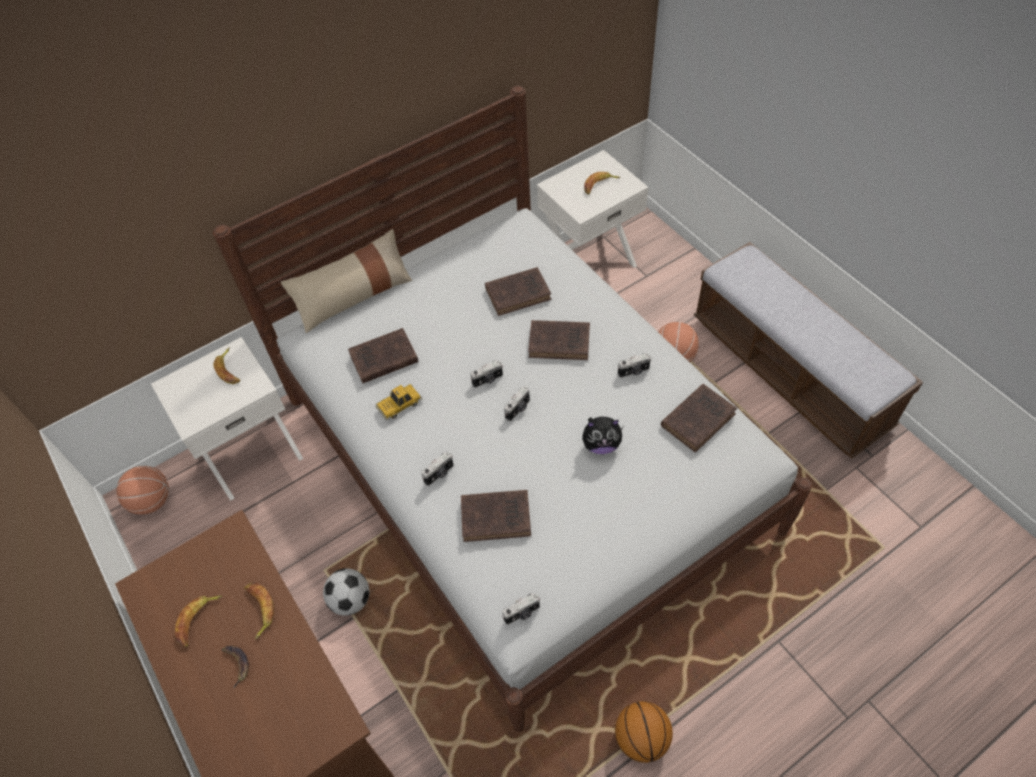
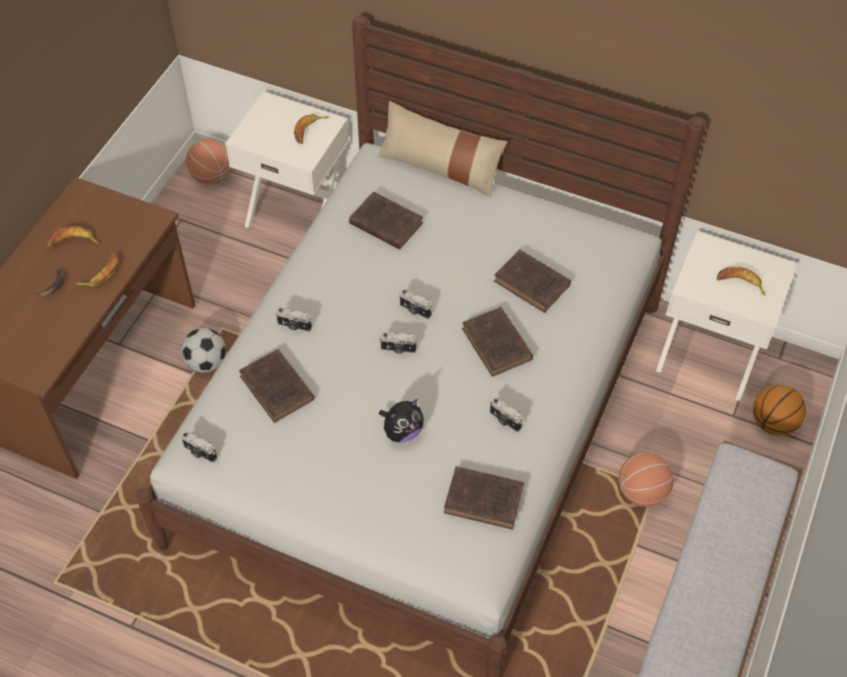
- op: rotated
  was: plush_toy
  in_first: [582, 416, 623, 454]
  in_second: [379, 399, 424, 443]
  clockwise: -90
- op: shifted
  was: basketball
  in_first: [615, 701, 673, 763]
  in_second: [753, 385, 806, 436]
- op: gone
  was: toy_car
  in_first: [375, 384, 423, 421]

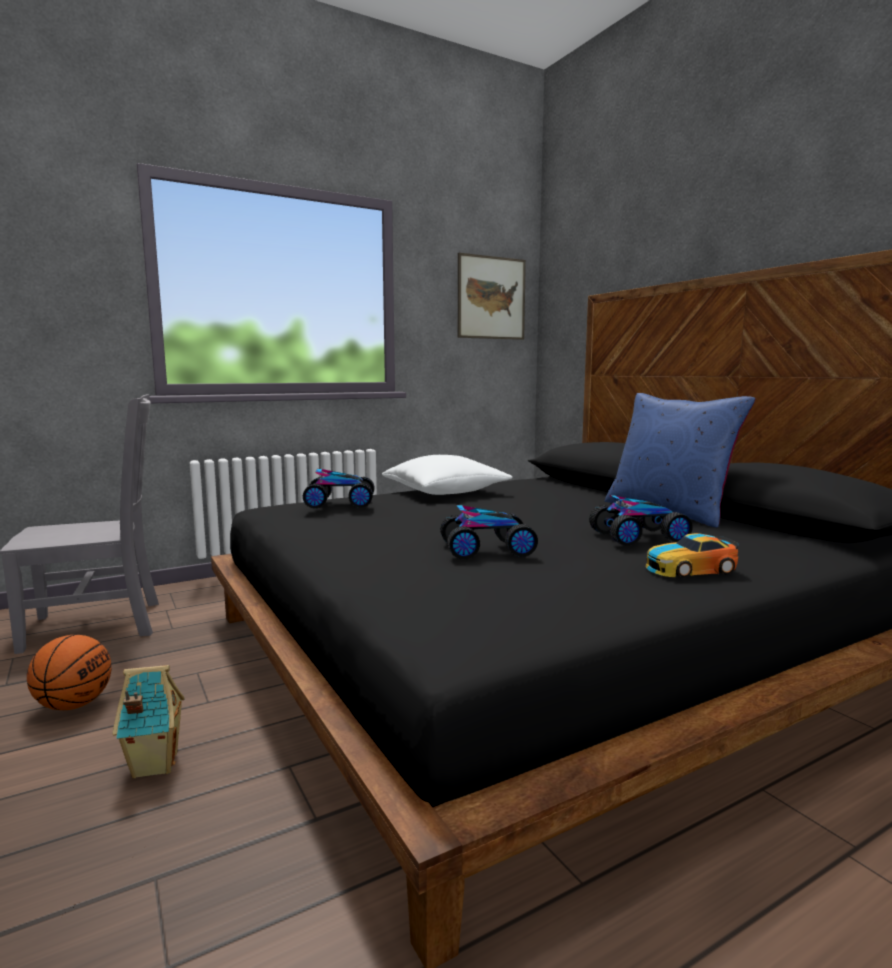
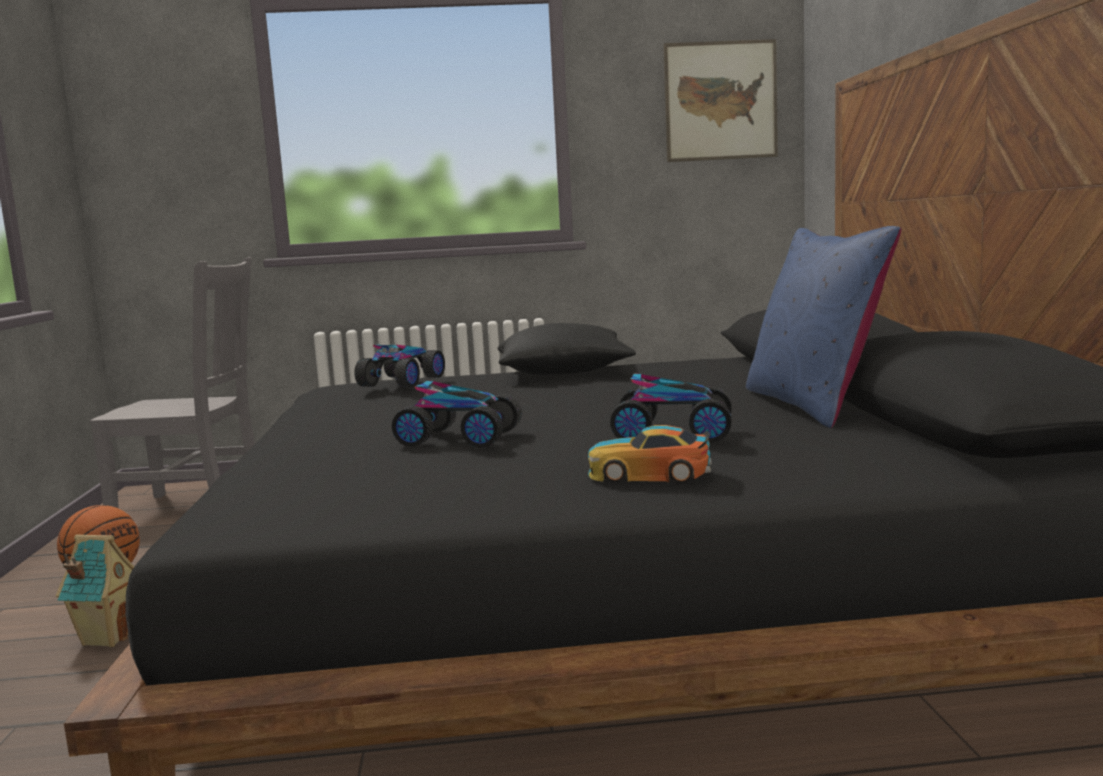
- op: rotated
  was: toy_car
  in_first: [303, 468, 375, 508]
  in_second: [354, 344, 445, 388]
  clockwise: -90
- op: repainted
  was: white_pillow
  now: black_pillow
  in_first: [382, 455, 513, 495]
  in_second: [497, 323, 636, 375]

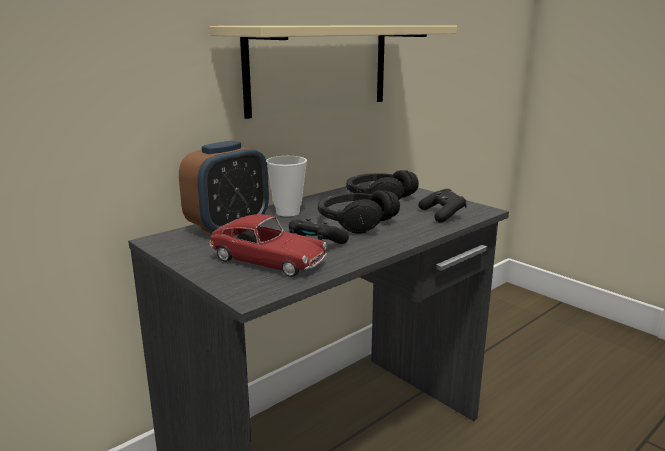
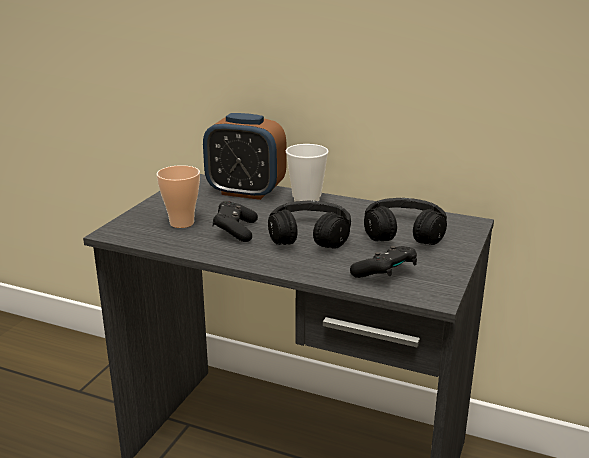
- op: swapped
  was: toy_car
  now: cup
  in_first: [209, 214, 327, 277]
  in_second: [156, 165, 200, 228]
- op: gone
  was: beige_shelf
  in_first: [210, 25, 457, 119]

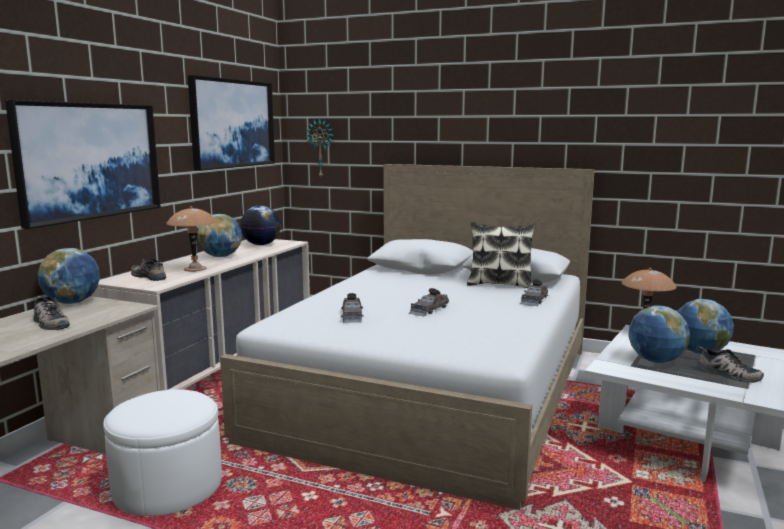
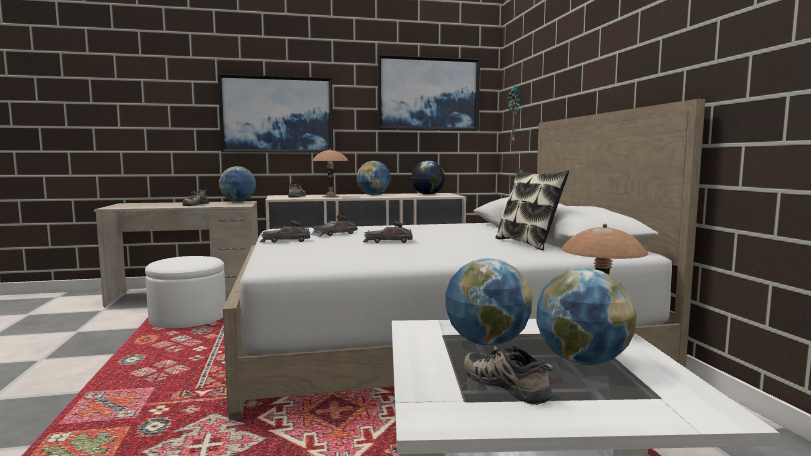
- op: shifted
  was: grey_toy_car
  in_first: [521, 280, 549, 306]
  in_second: [260, 220, 310, 243]
- op: rotated
  was: shoe
  in_first: [697, 346, 764, 383]
  in_second: [464, 345, 554, 405]
  clockwise: 135

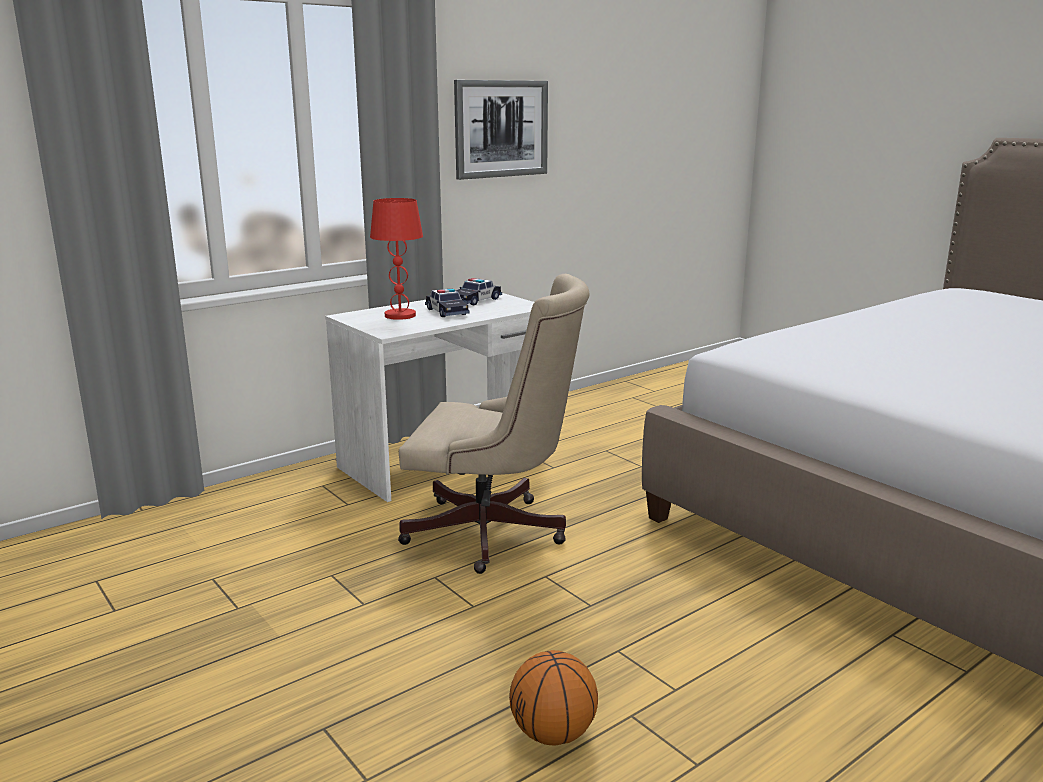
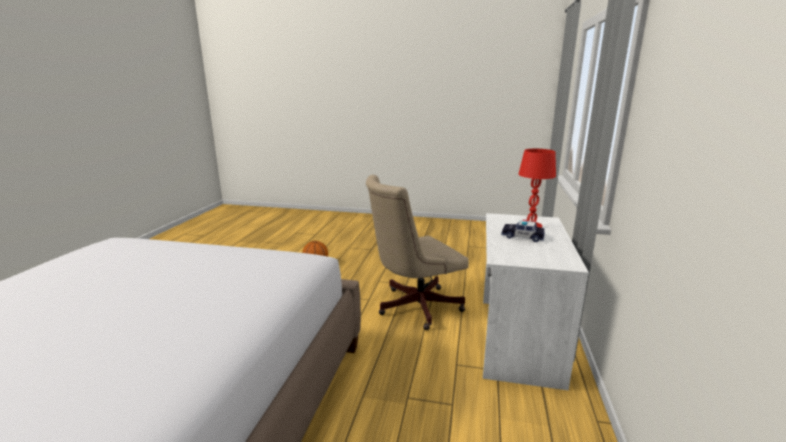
- op: gone
  was: picture
  in_first: [454, 80, 548, 180]
- op: gone
  was: toy_car
  in_first: [456, 278, 502, 305]

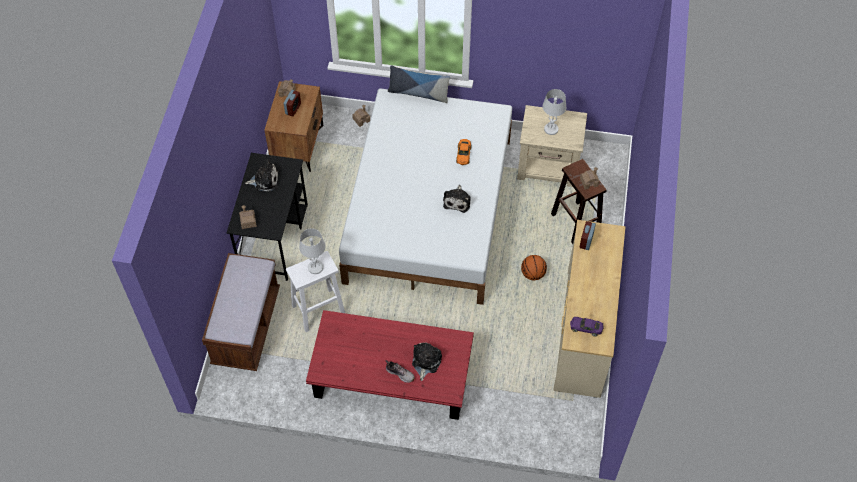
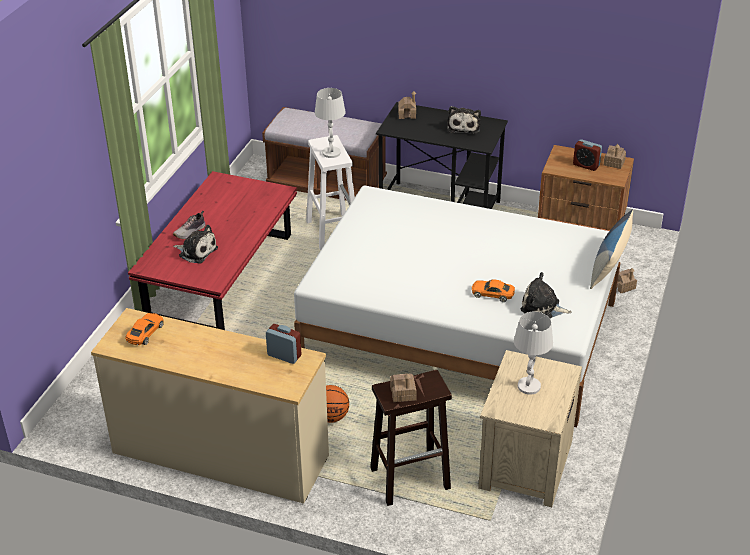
- op: repainted
  was: purple_toy_car
  now: orange_toy_car
  in_first: [570, 317, 603, 337]
  in_second: [125, 313, 164, 345]
- op: shifted
  was: plush_toy
  in_first: [443, 185, 471, 213]
  in_second: [521, 272, 572, 318]

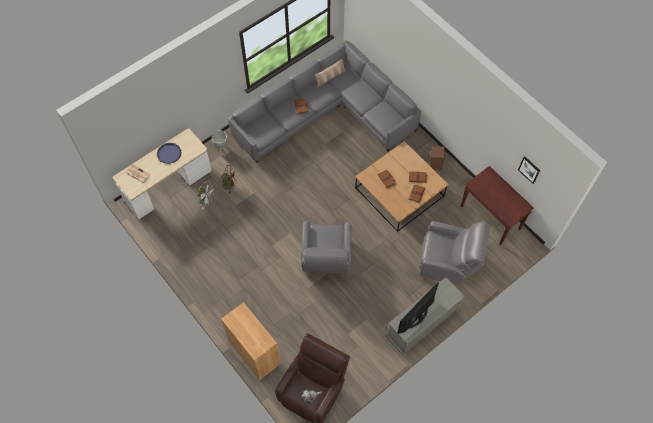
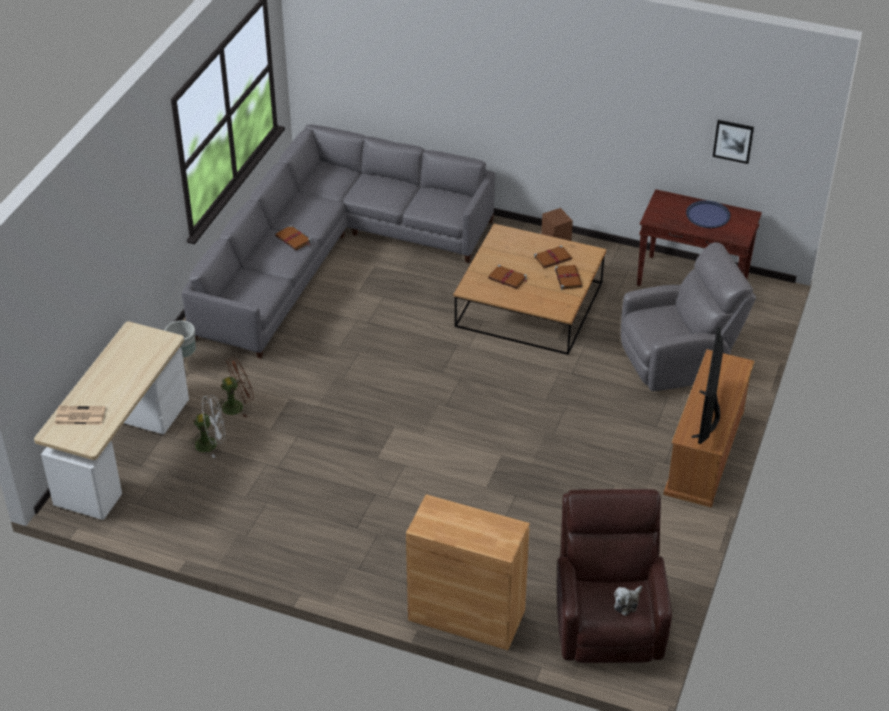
- op: repainted
  was: grey_tv_stand
  now: brown_tv_stand
  in_first: [385, 277, 465, 356]
  in_second: [663, 349, 755, 508]
- op: shifted
  was: blue_tray
  in_first: [157, 143, 181, 164]
  in_second: [686, 200, 730, 228]
- op: gone
  was: grey_armchair
  in_first: [301, 221, 352, 273]
- op: gone
  was: pillow
  in_first: [315, 59, 346, 88]

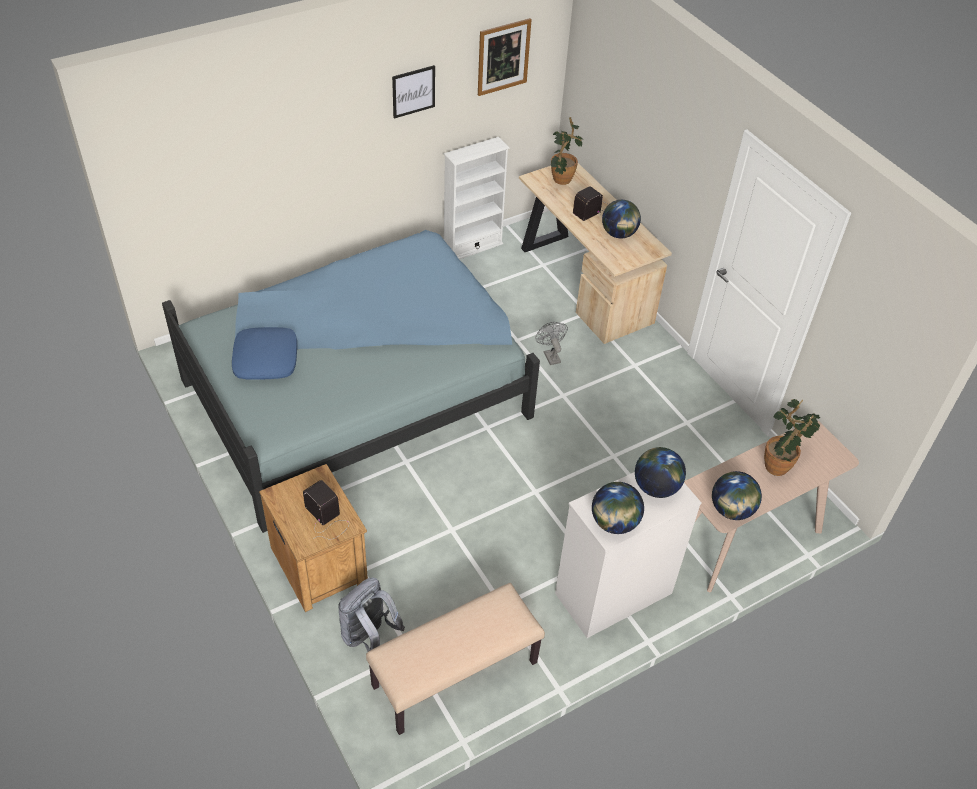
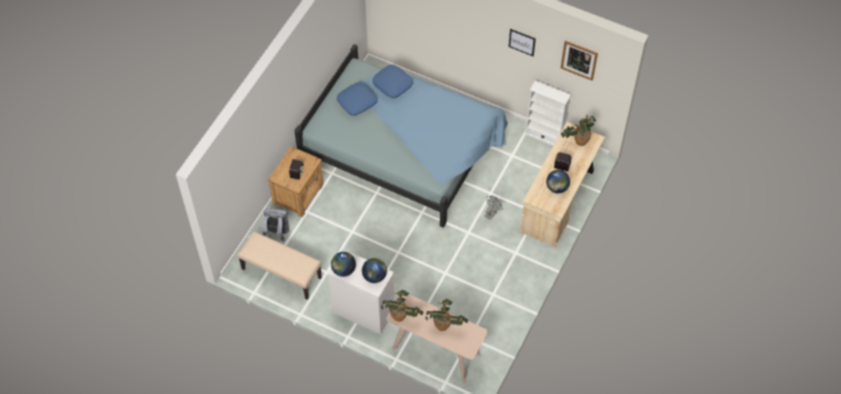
- op: new
  now: blue_pillow
  in_second: [372, 64, 413, 98]
- op: swapped
  was: globe
  now: potted_plant
  in_first: [712, 471, 762, 520]
  in_second: [381, 289, 423, 322]

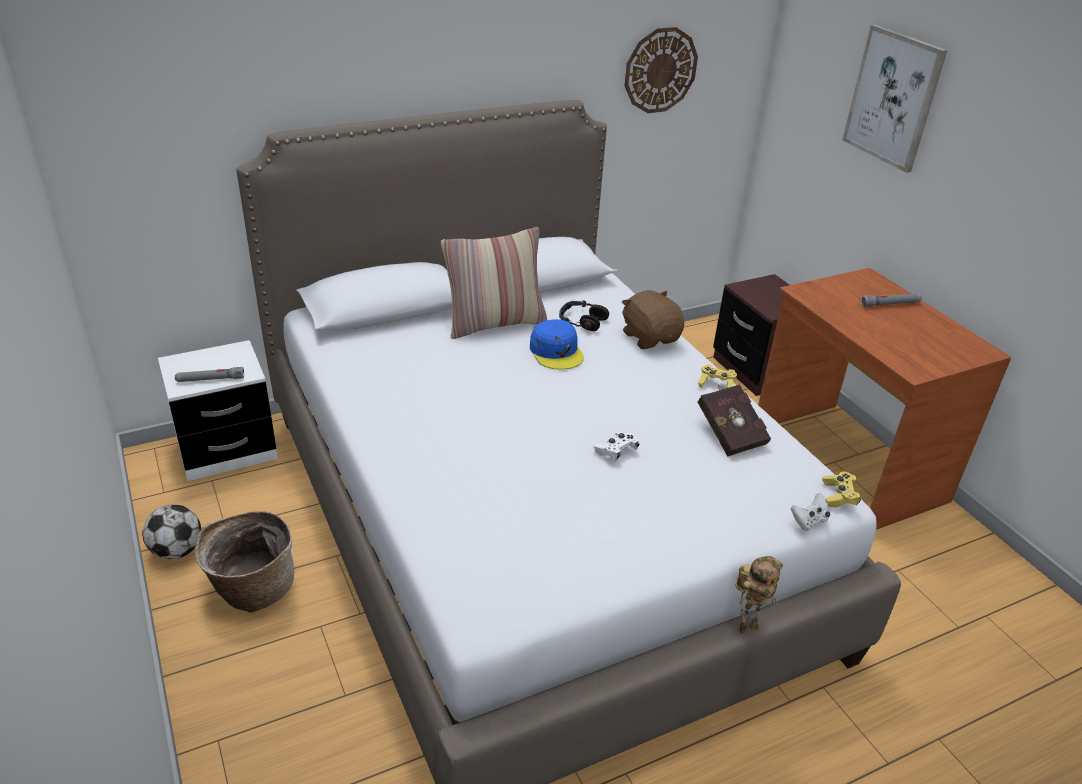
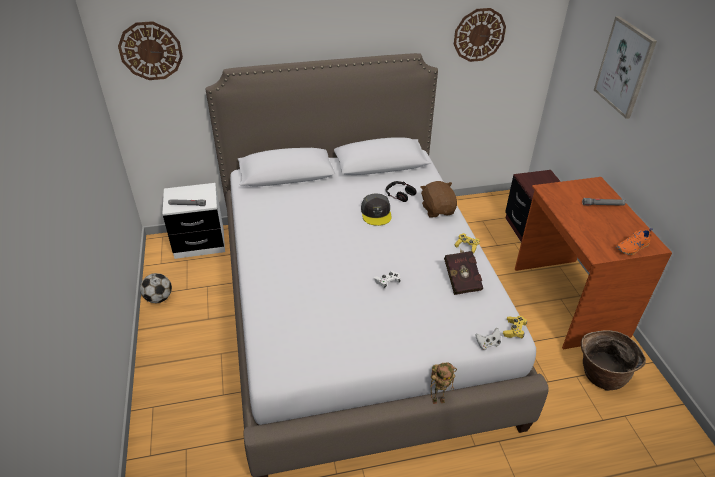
- op: new
  now: wall_clock
  in_second: [118, 21, 183, 80]
- op: repainted
  was: blue_cap
  now: grey_cap
  in_first: [530, 319, 584, 370]
  in_second: [361, 194, 392, 226]
- op: shifted
  was: basket
  in_first: [195, 511, 294, 613]
  in_second: [581, 330, 646, 391]
- op: new
  now: orange_shoe
  in_second: [616, 228, 652, 255]
- op: gone
  was: pillow
  in_first: [441, 227, 547, 339]

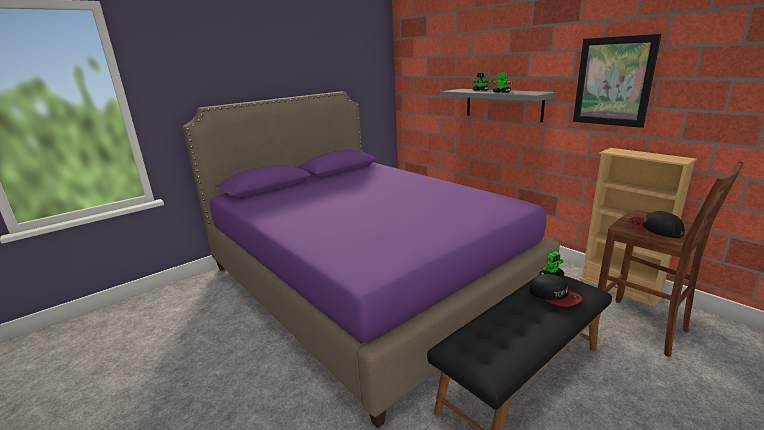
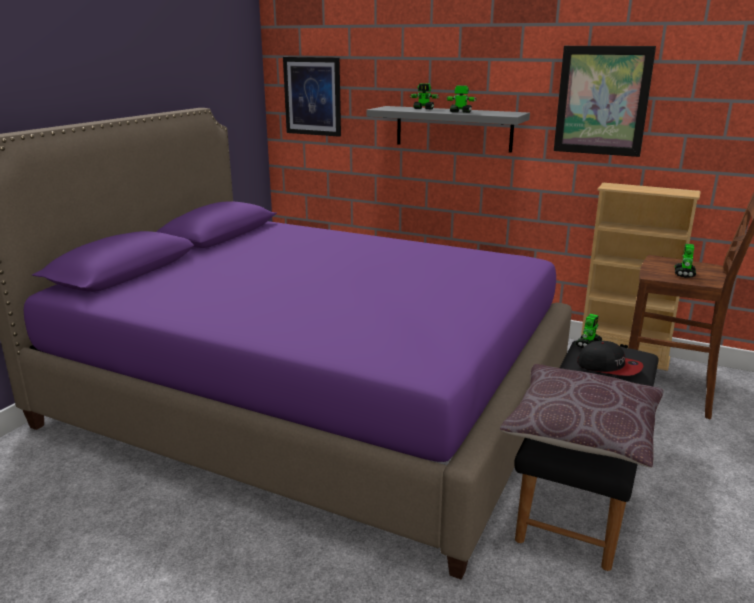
- op: new
  now: picture
  in_second: [283, 57, 341, 137]
- op: new
  now: brown_pillow
  in_second: [500, 364, 664, 468]
- op: swapped
  was: cap
  now: toy_robot
  in_first: [628, 211, 685, 238]
  in_second: [675, 244, 696, 278]

